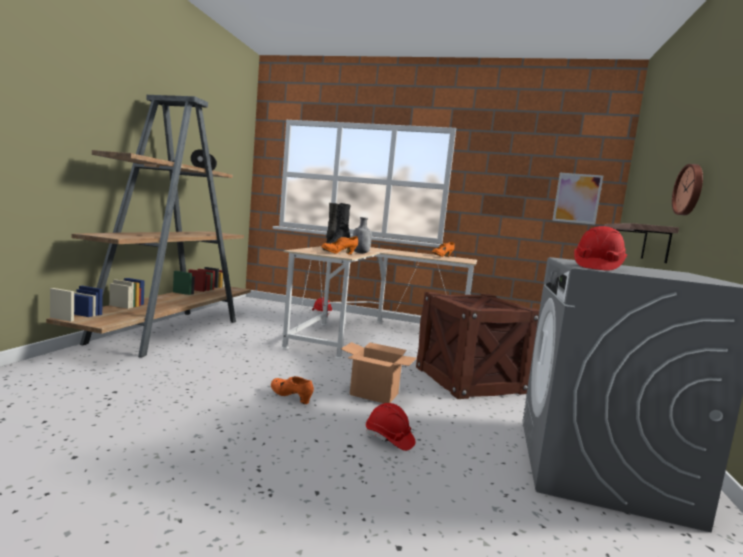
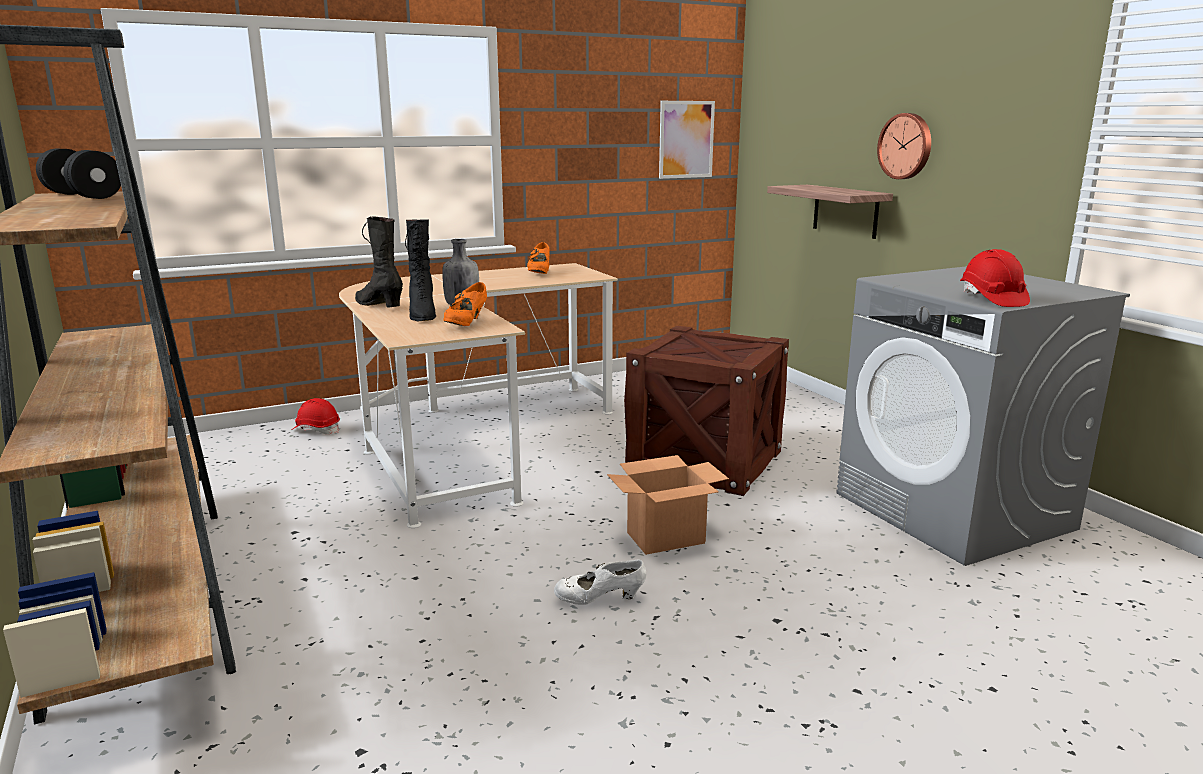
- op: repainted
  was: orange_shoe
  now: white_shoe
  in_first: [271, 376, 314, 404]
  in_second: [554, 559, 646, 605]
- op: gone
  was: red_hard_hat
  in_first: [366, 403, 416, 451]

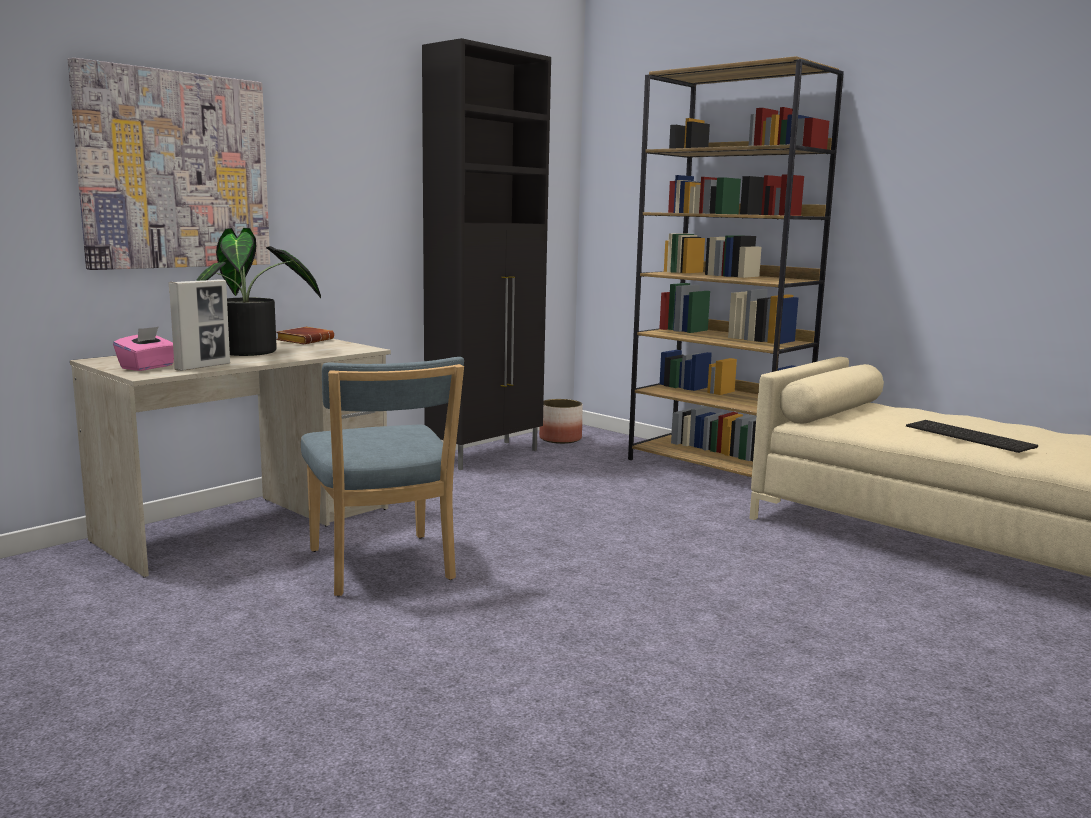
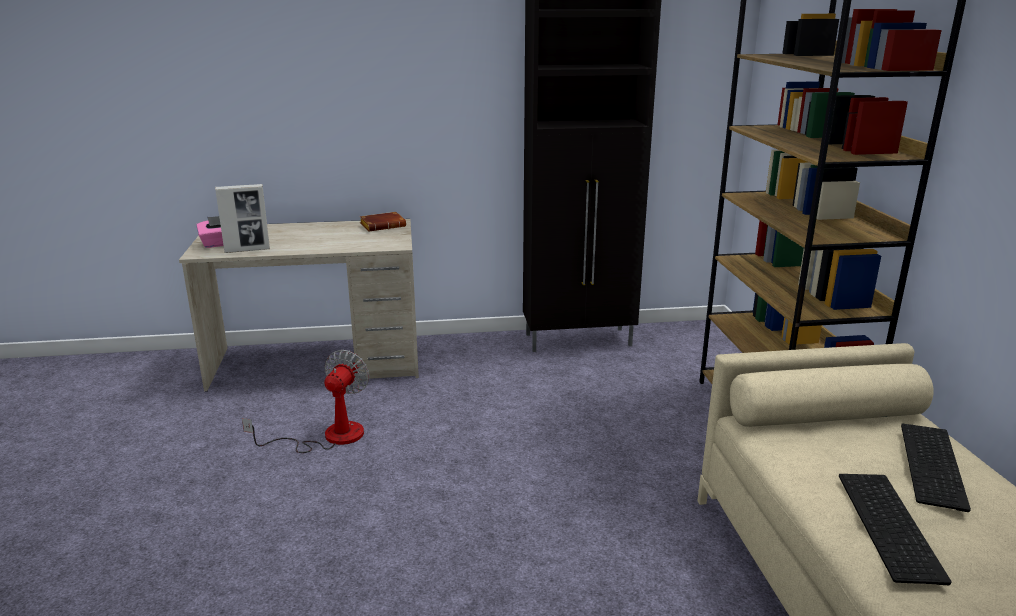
- op: swapped
  was: blue_chair
  now: fan
  in_first: [301, 357, 464, 596]
  in_second: [242, 350, 370, 453]
- op: new
  now: keyboard
  in_second: [901, 424, 971, 512]
- op: gone
  was: picture
  in_first: [68, 57, 270, 270]
- op: gone
  was: potted_plant
  in_first: [196, 228, 321, 356]
- op: gone
  was: planter
  in_first: [539, 399, 583, 444]

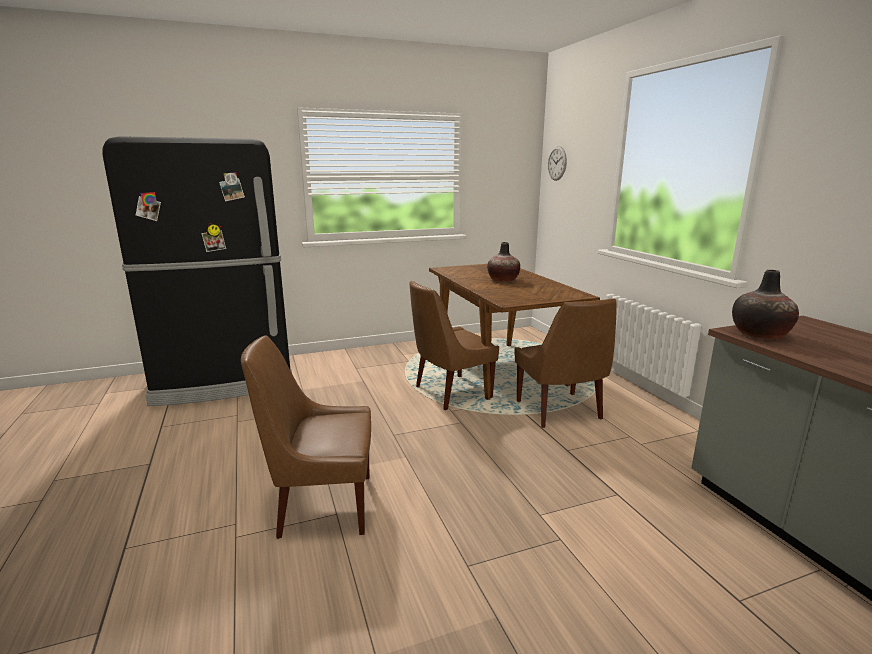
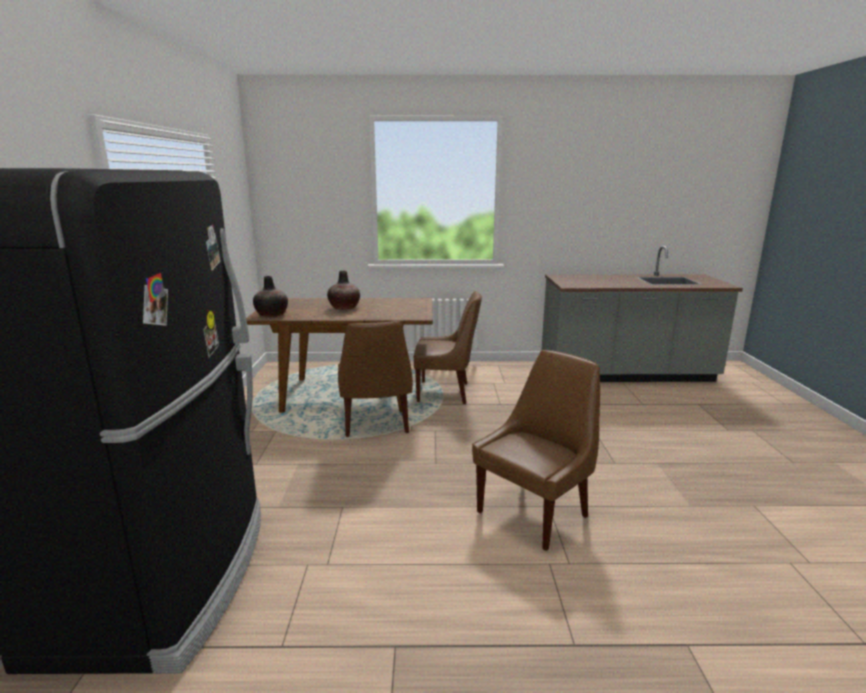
- op: shifted
  was: vase
  in_first: [732, 270, 799, 339]
  in_second: [253, 276, 288, 318]
- op: rotated
  was: brown_chair
  in_first: [241, 335, 371, 539]
  in_second: [472, 350, 600, 551]
  clockwise: -150
- op: gone
  was: wall_clock
  in_first: [548, 146, 567, 181]

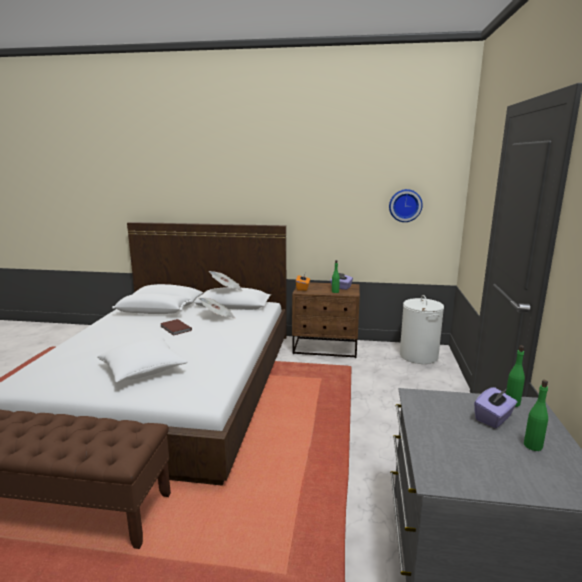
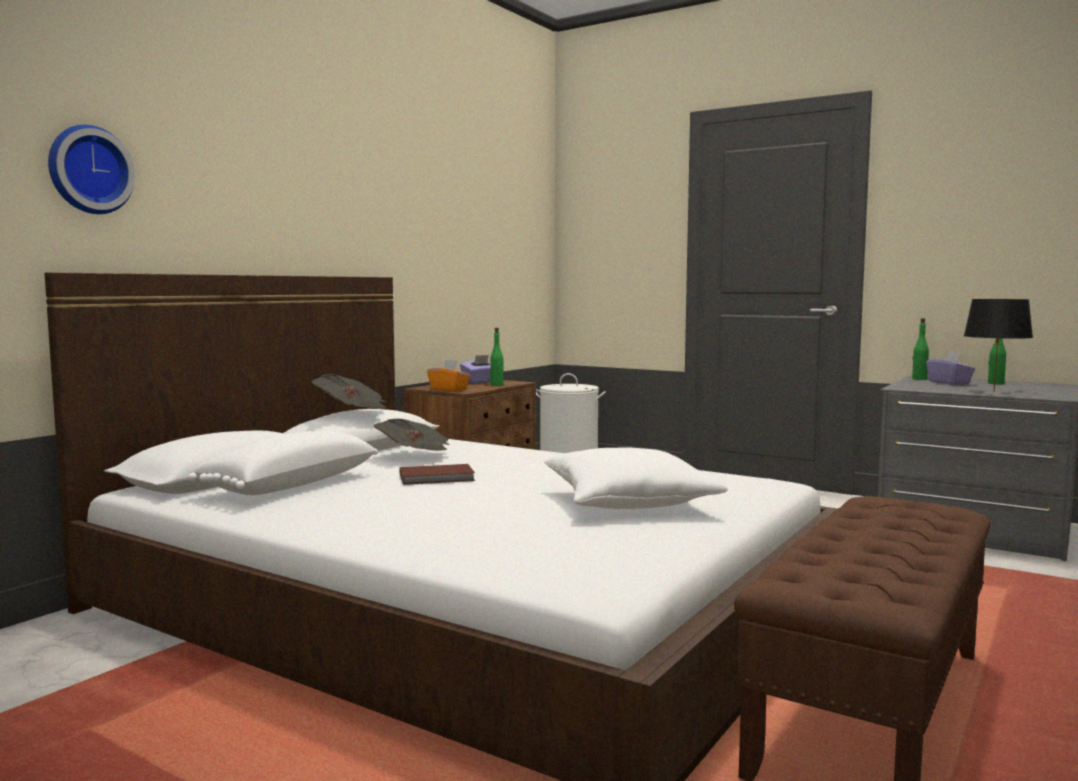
- op: shifted
  was: wall_clock
  in_first: [389, 189, 423, 222]
  in_second: [48, 125, 135, 214]
- op: new
  now: black_table_lamp
  in_second: [964, 299, 1033, 392]

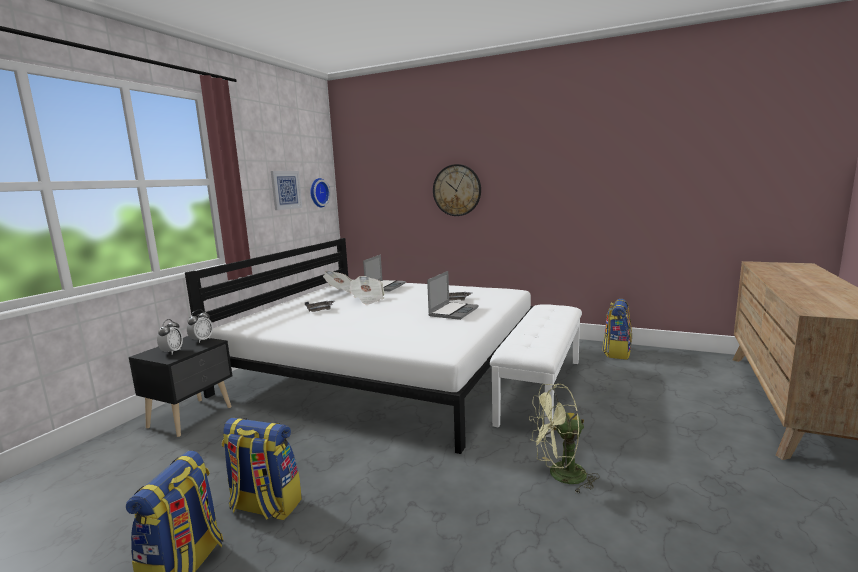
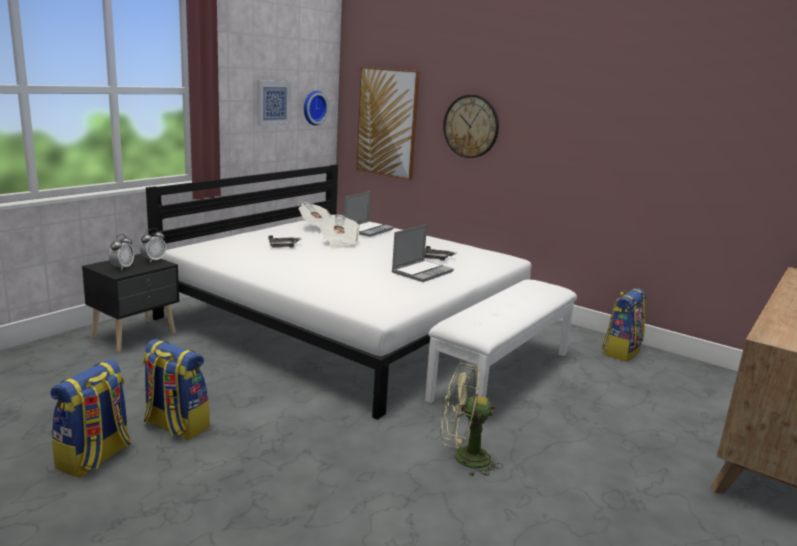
- op: new
  now: picture
  in_second: [356, 67, 420, 180]

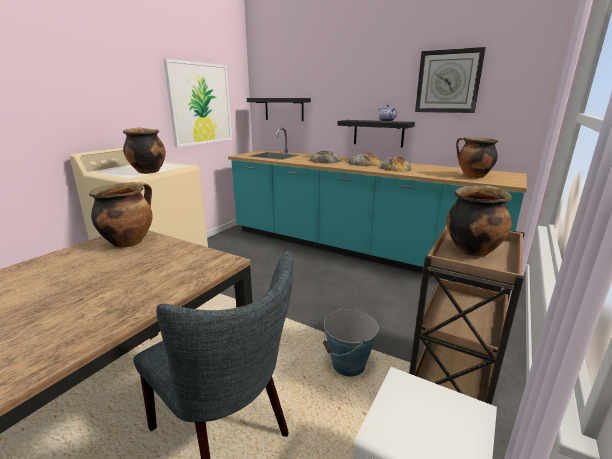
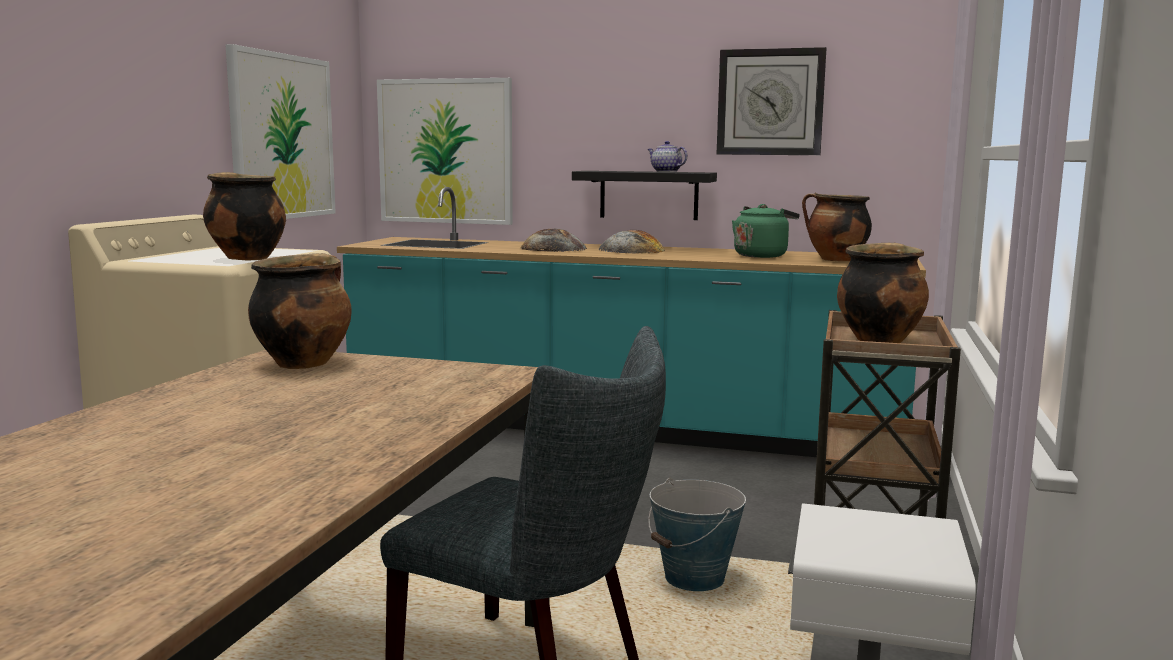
- op: swapped
  was: black_shelf
  now: picture
  in_first: [247, 98, 311, 121]
  in_second: [377, 78, 513, 225]
- op: new
  now: green_kettle
  in_second: [732, 204, 800, 258]
- op: gone
  was: bread
  in_first: [380, 157, 412, 172]

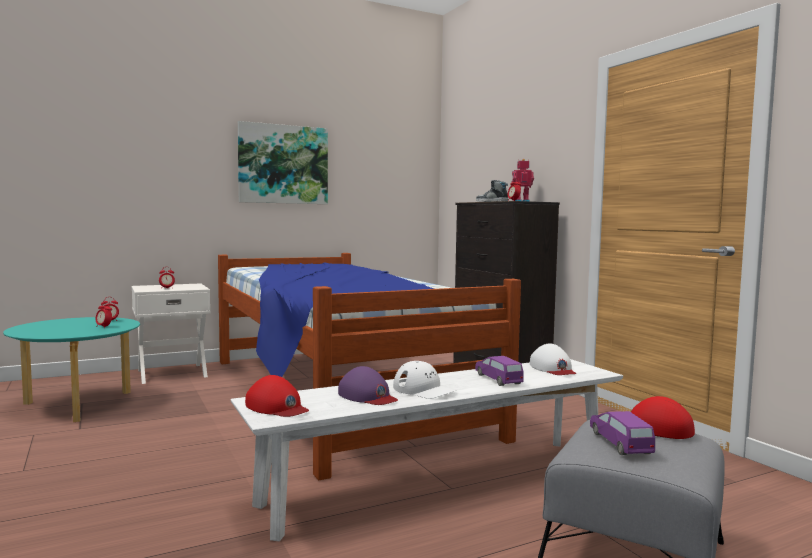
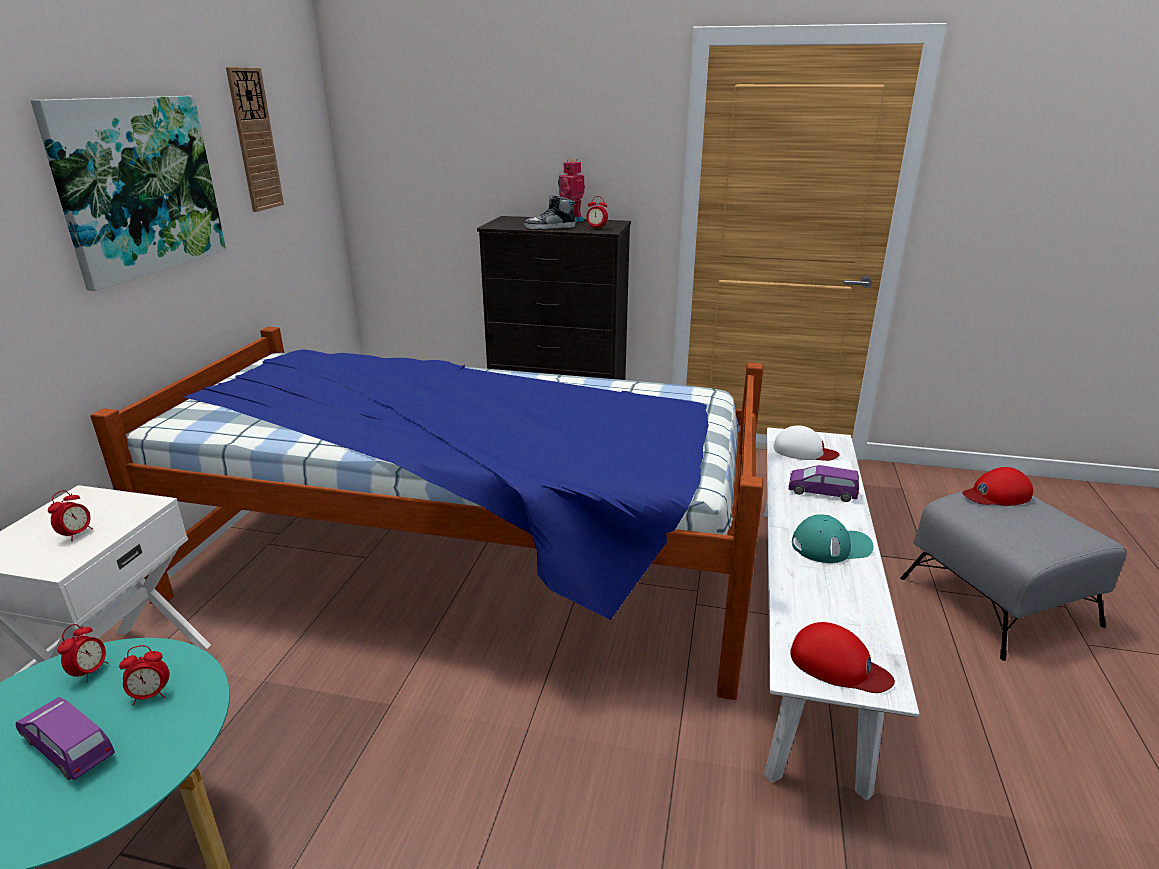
- op: shifted
  was: purple_toy_car
  in_first: [590, 411, 655, 455]
  in_second: [16, 697, 115, 780]
- op: new
  now: wall_clock
  in_second: [226, 67, 284, 212]
- op: rotated
  was: red_cap
  in_first: [245, 375, 309, 417]
  in_second: [790, 622, 895, 693]
  clockwise: 45
- op: repainted
  was: white_cap
  now: turquoise_cap
  in_first: [393, 361, 457, 399]
  in_second: [792, 514, 874, 563]
- op: gone
  was: purple_cap
  in_first: [338, 366, 398, 405]

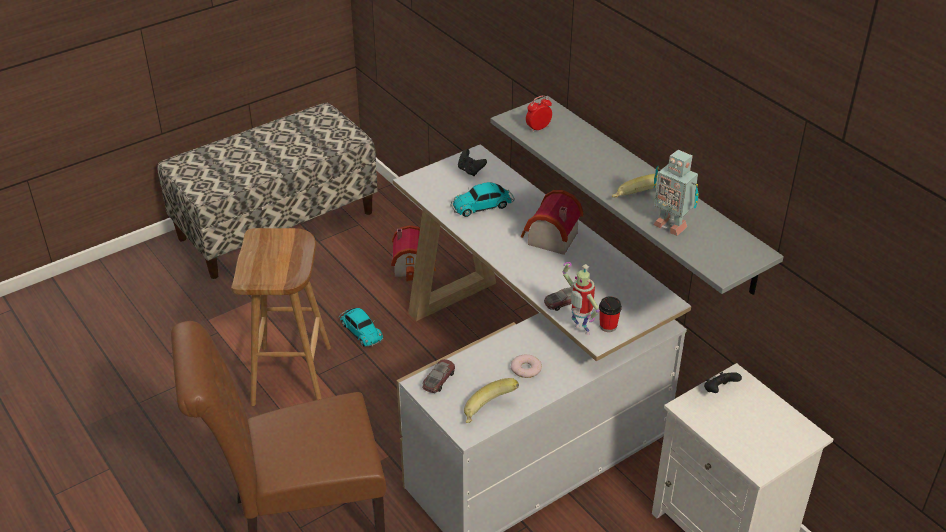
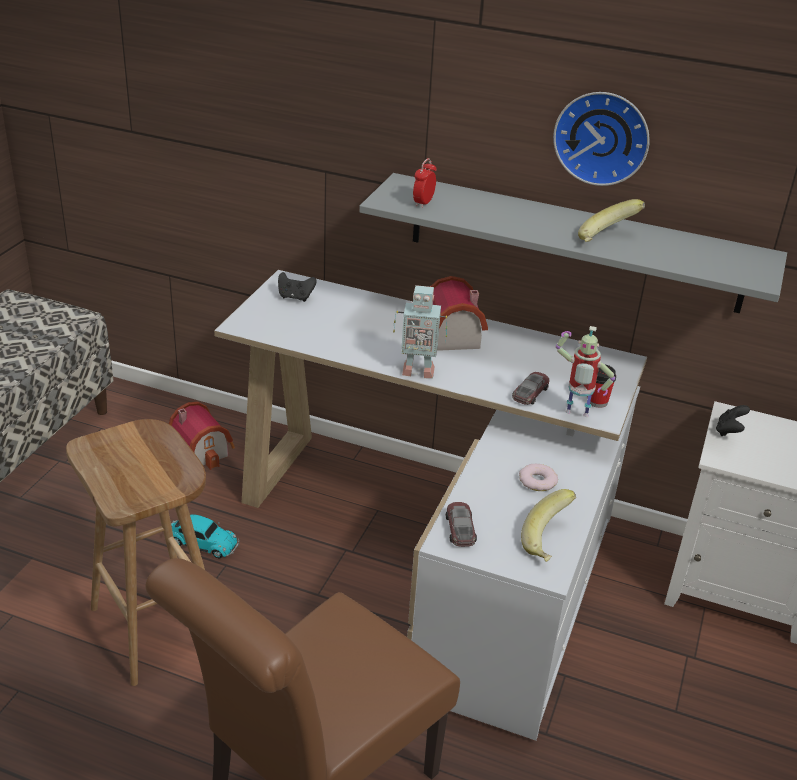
- op: shifted
  was: toy_robot
  in_first: [654, 150, 699, 236]
  in_second: [393, 285, 447, 379]
- op: new
  now: wall_clock
  in_second: [553, 92, 650, 186]
- op: gone
  was: toy_car
  in_first: [451, 182, 515, 217]

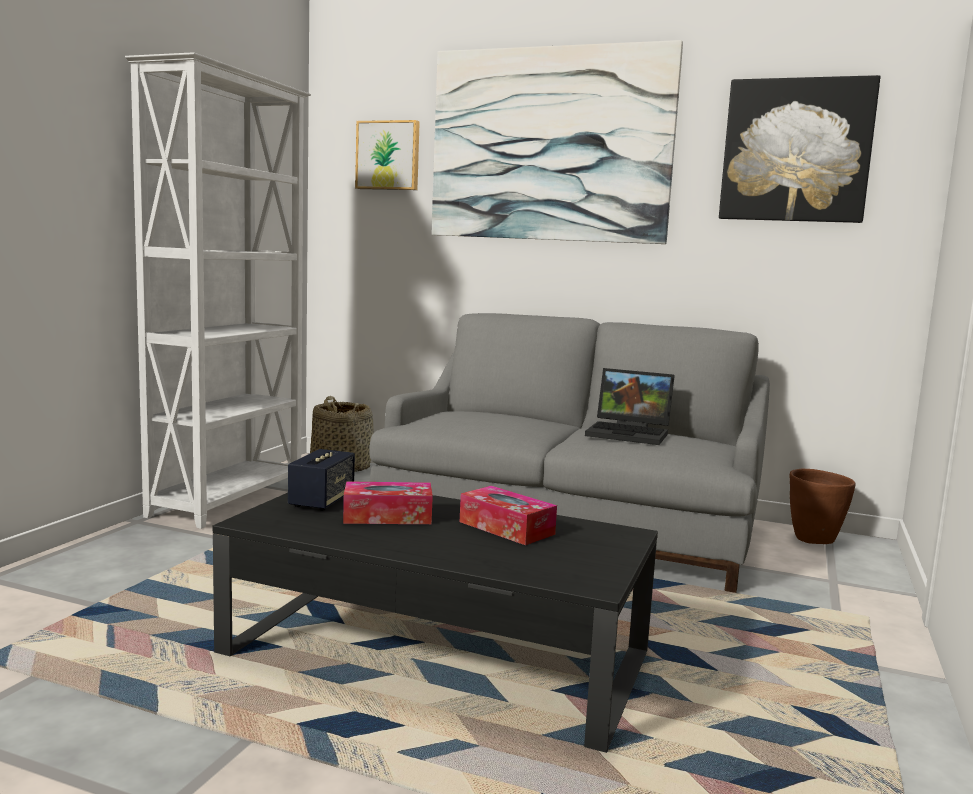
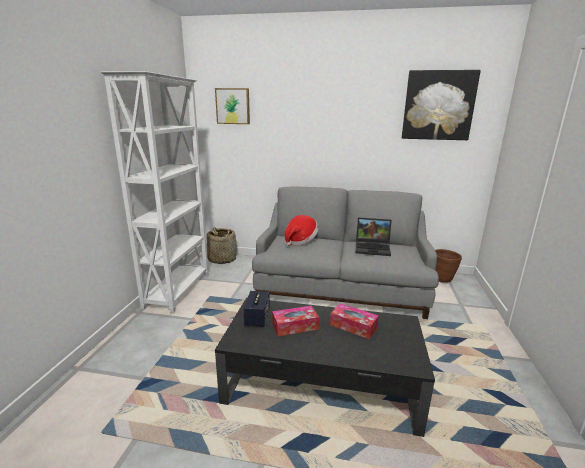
- op: new
  now: hat
  in_second: [285, 215, 318, 246]
- op: gone
  was: picture
  in_first: [432, 40, 683, 244]

